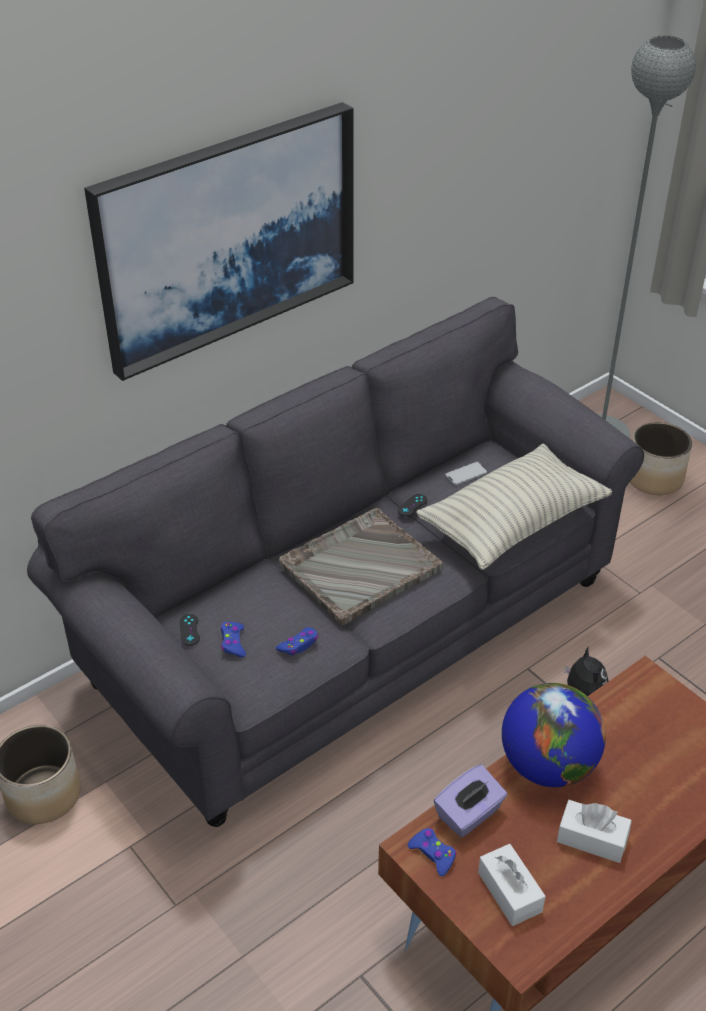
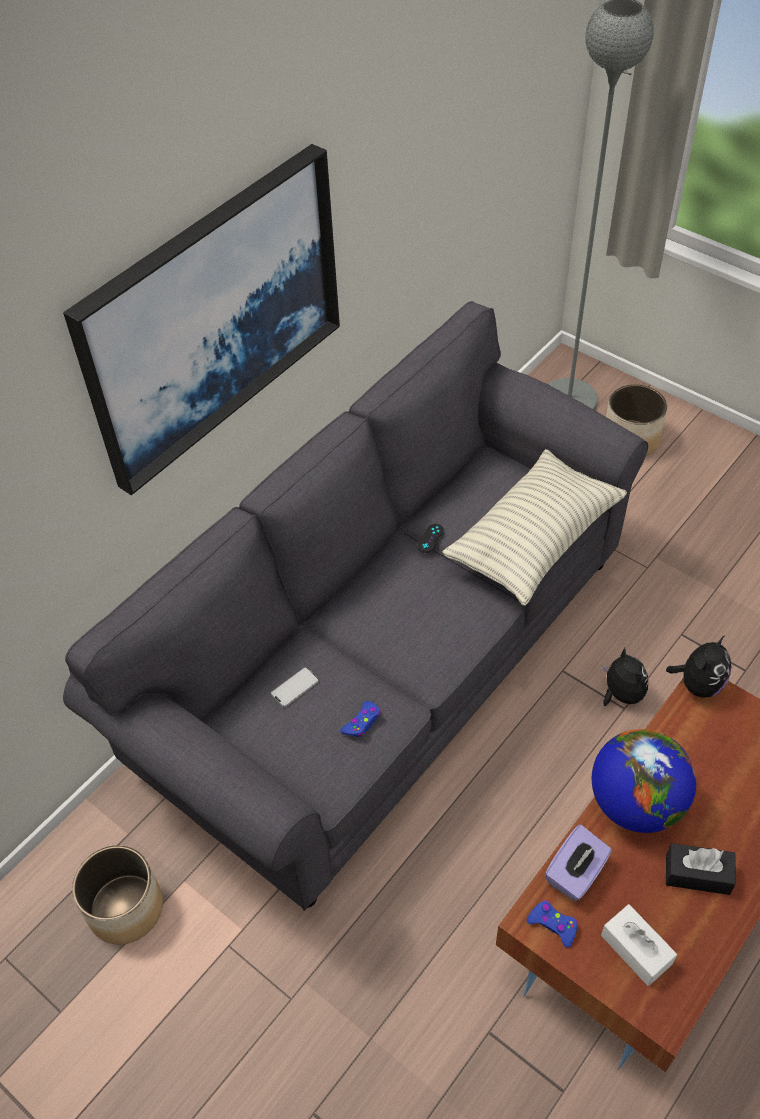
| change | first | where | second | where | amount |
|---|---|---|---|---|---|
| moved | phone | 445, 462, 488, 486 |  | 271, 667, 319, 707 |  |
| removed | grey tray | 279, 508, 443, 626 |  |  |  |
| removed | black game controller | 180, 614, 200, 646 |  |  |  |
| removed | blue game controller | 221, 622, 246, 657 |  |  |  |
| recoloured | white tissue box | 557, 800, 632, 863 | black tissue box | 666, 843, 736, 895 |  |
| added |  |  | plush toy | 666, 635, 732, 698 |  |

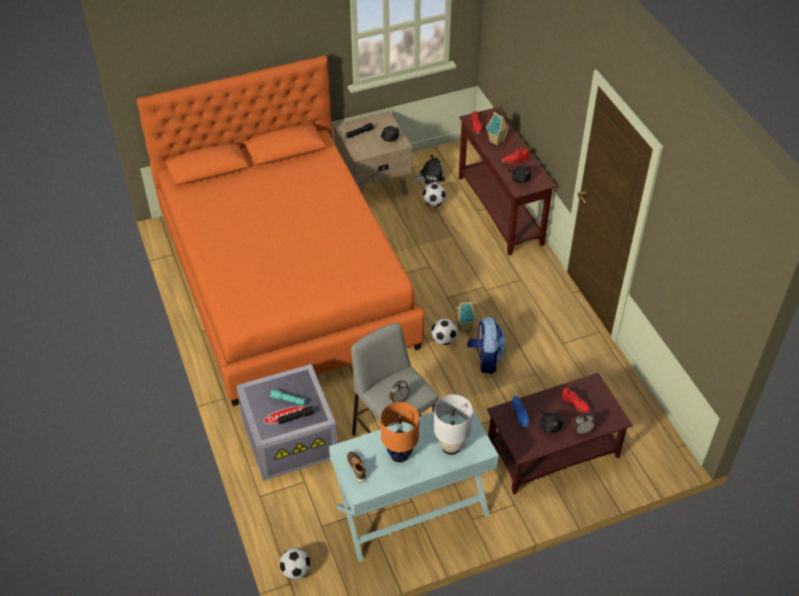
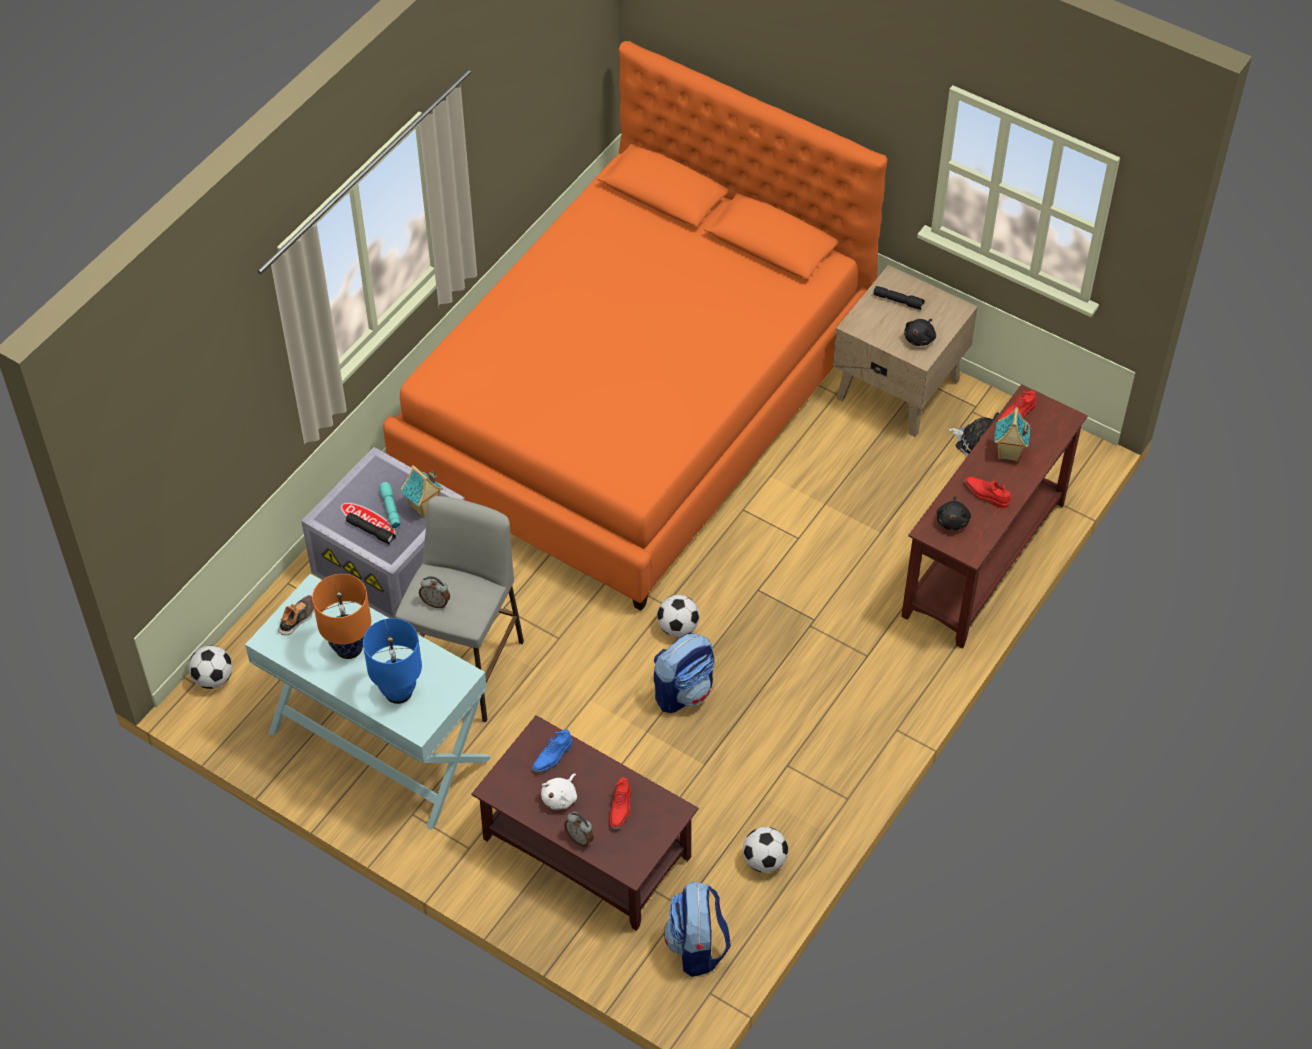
| change | first | where | second | where | amount |
|---|---|---|---|---|---|
| moved | football | 423, 183, 446, 207 |  | 743, 827, 788, 873 |  |
| moved | toy house | 455, 298, 476, 331 |  | 401, 465, 443, 518 |  |
| recoloured | white table lamp | 434, 394, 473, 455 | blue table lamp | 363, 618, 422, 704 |  |
| recoloured | black plush toy | 539, 410, 563, 433 | white plush toy | 541, 773, 577, 810 |  |
| added |  |  | backpack | 664, 882, 731, 977 |  |

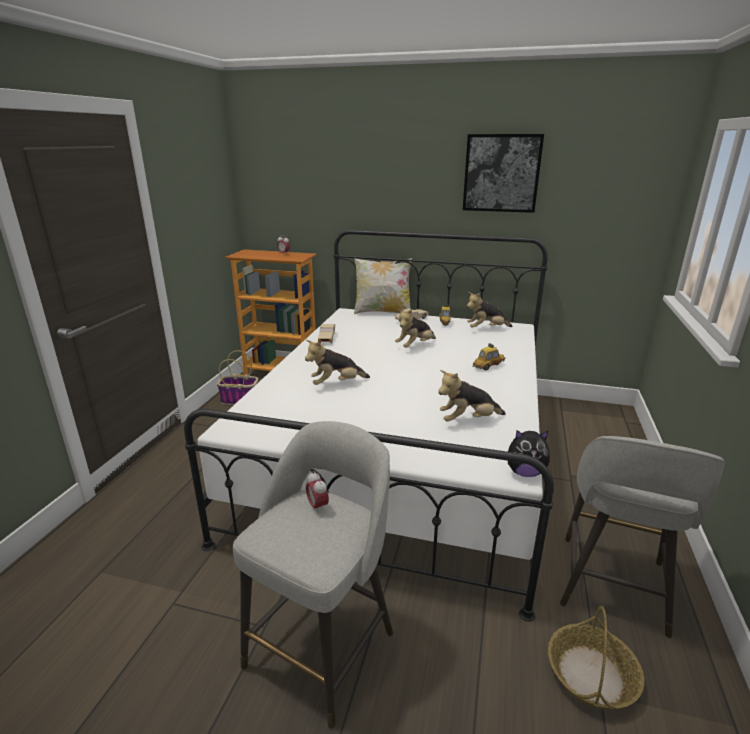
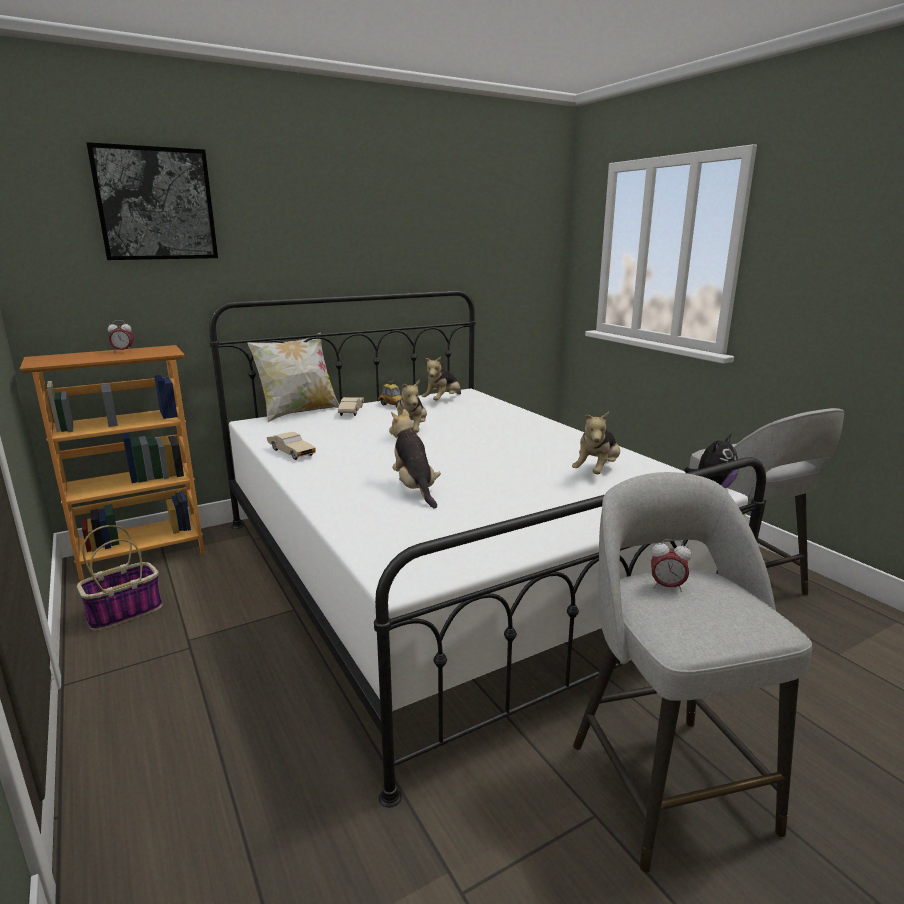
| change | first | where | second | where | amount |
|---|---|---|---|---|---|
| moved | picture | 463, 134, 544, 213 |  | 86, 142, 218, 260 |  |
| turned | plush toy | 305, 340, 370, 385 |  | 389, 409, 441, 508 | 135 degrees clockwise |
| removed | toy car | 472, 343, 505, 370 |  |  |  |
| removed | basket | 548, 606, 644, 709 |  |  |  |

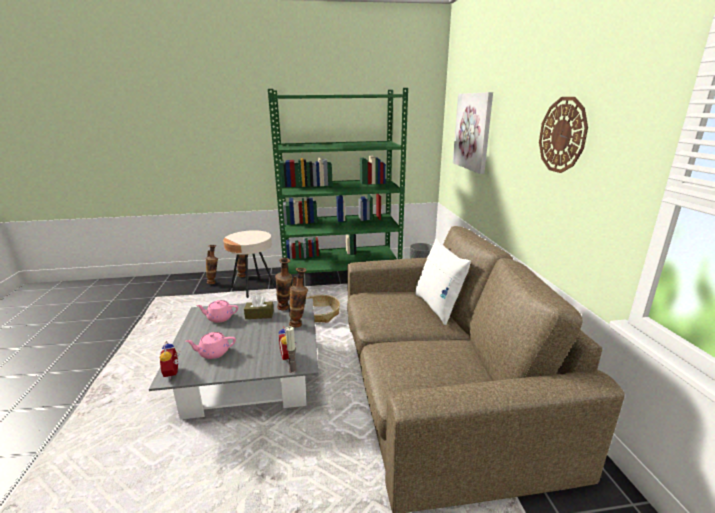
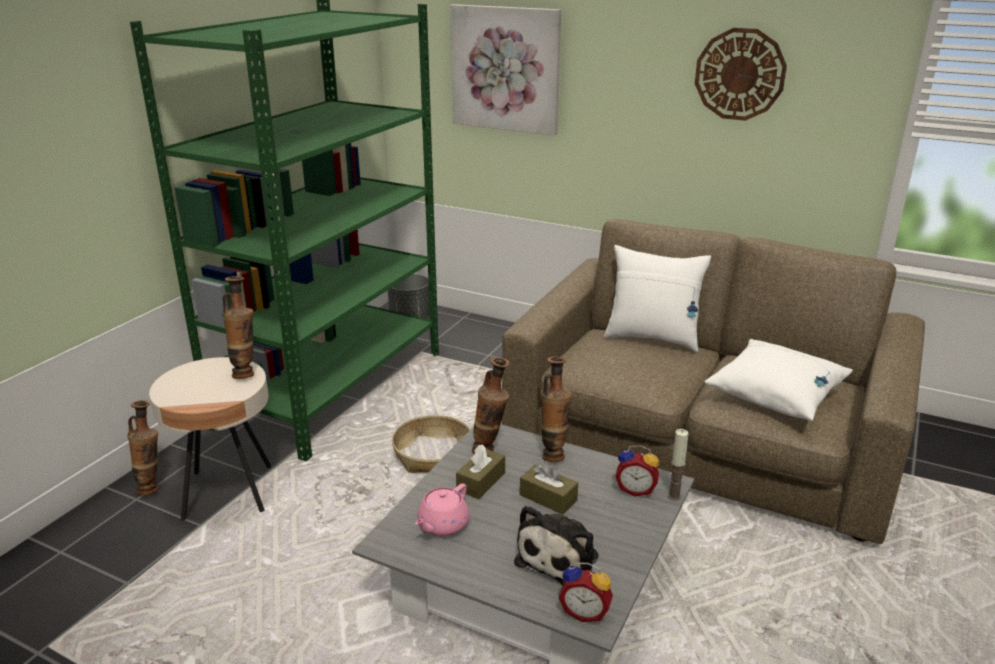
| change | first | where | second | where | amount |
|---|---|---|---|---|---|
| moved | vase | 206, 245, 218, 284 |  | 222, 276, 254, 379 |  |
| replaced | pink teapot | 186, 332, 236, 359 | plush toy | 514, 505, 599, 585 |  |
| added |  |  | white pillow | 704, 339, 853, 421 |  |
| added |  |  | brown tissue box | 520, 462, 578, 515 |  |

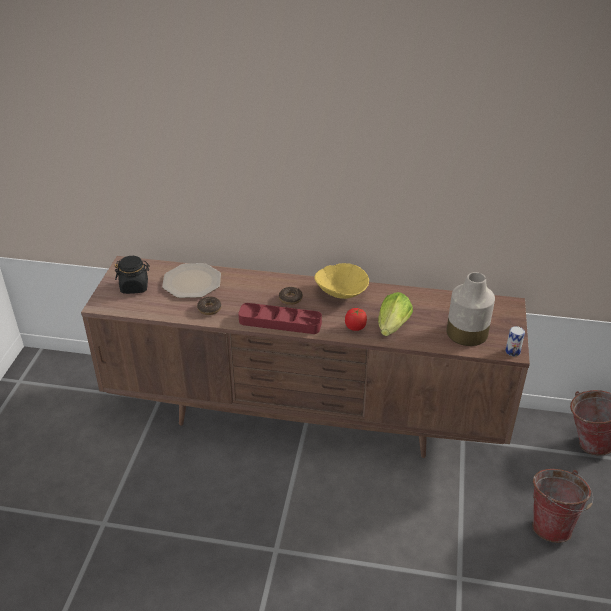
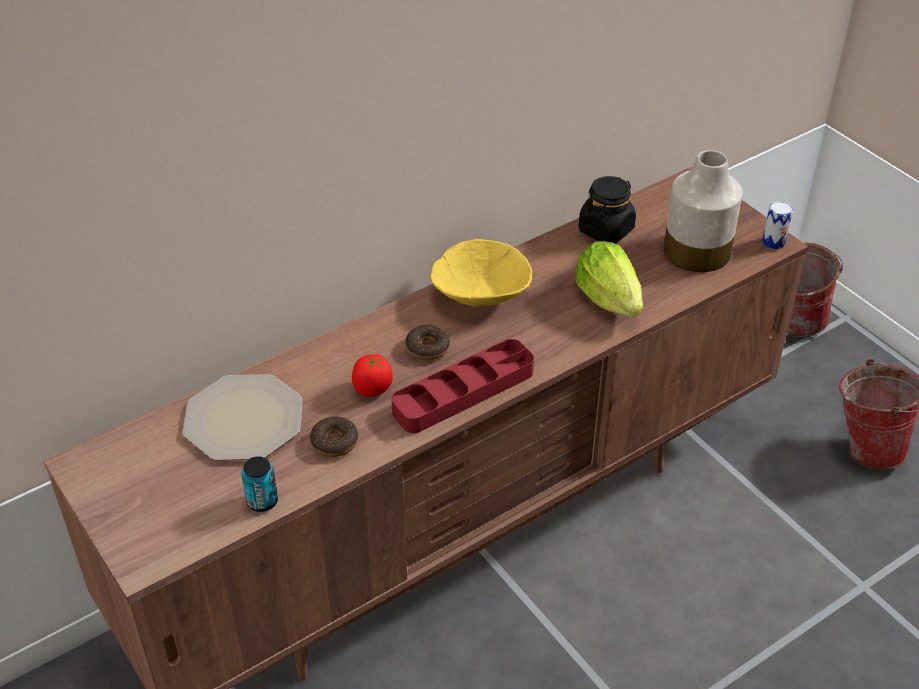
| change | first | where | second | where | amount |
|---|---|---|---|---|---|
| moved | black jar | 115, 256, 150, 294 |  | 579, 176, 636, 244 |  |
| moved | tomato | 345, 308, 367, 331 |  | 352, 354, 393, 397 |  |
| added |  |  | can | 242, 456, 278, 512 |  |

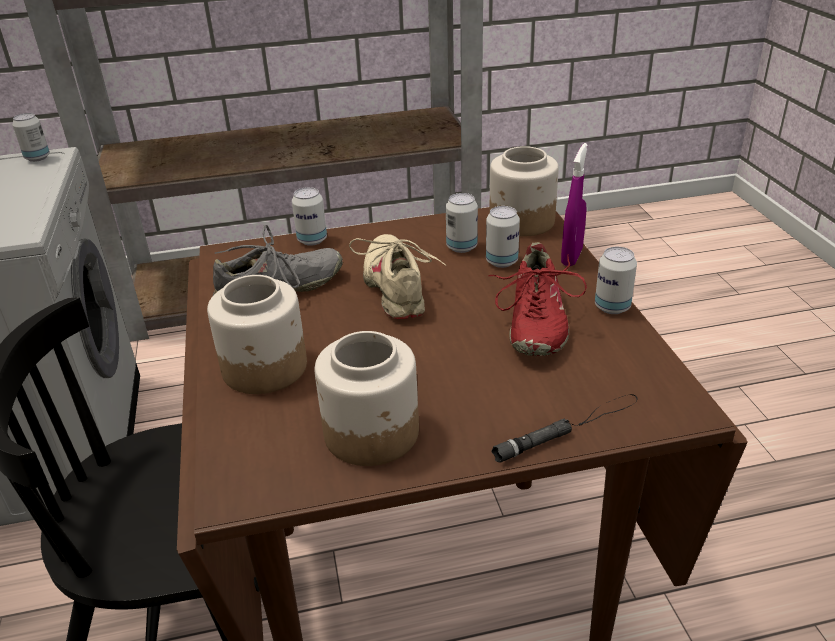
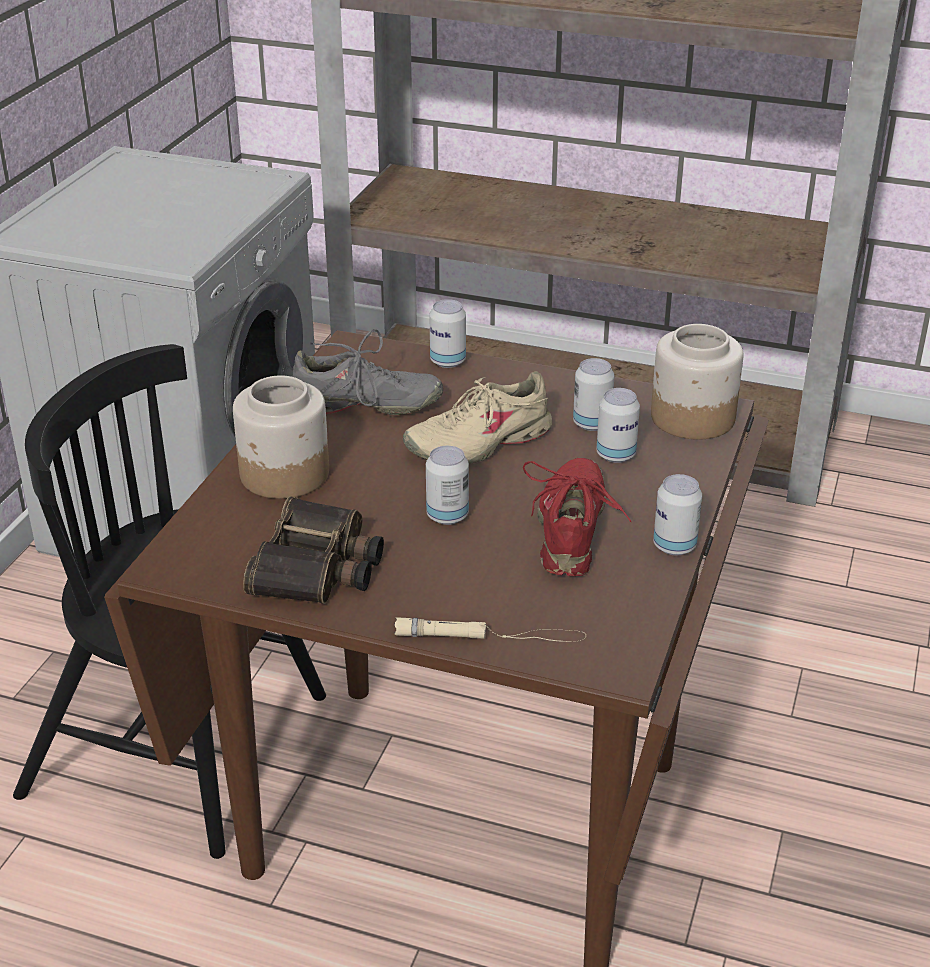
| change | first | where | second | where | amount |
|---|---|---|---|---|---|
| moved | can | 12, 113, 50, 162 |  | 426, 446, 469, 525 |  |
| removed | purple spray bottle | 561, 143, 588, 266 |  |  |  |
| turned | beige shoe | 349, 234, 446, 319 |  | 403, 371, 552, 464 | 135 degrees counterclockwise |
| turned | red shoe | 489, 242, 587, 356 |  | 523, 458, 631, 576 | 150 degrees clockwise |
| replaced | jar | 315, 331, 419, 466 | binoculars | 243, 496, 384, 604 |  |
| recoloured | black flashlight | 492, 394, 637, 463 | beige flashlight | 394, 617, 586, 642 |  |

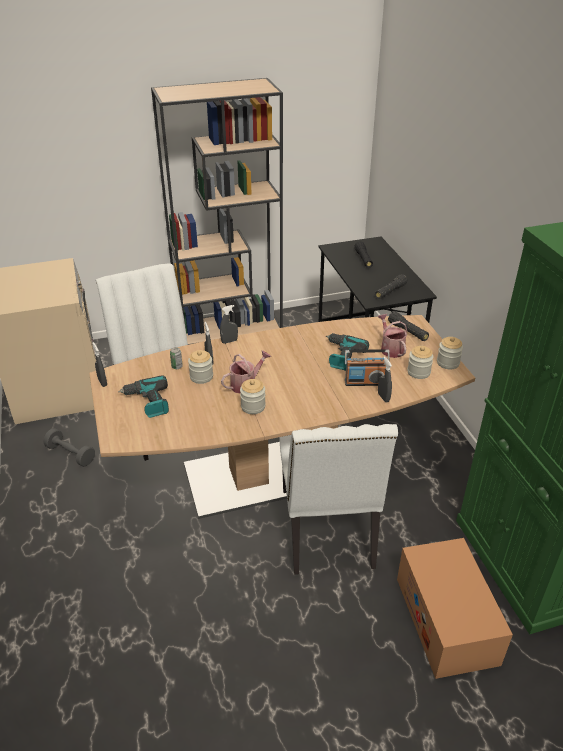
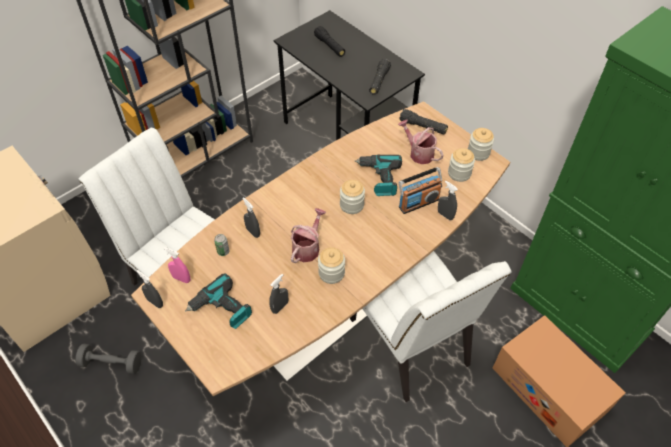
| change | first | where | second | where | amount |
|---|---|---|---|---|---|
| moved | grey spray bottle | 220, 305, 238, 344 |  | 269, 274, 288, 314 |  |
| moved | jar | 188, 350, 213, 384 |  | 340, 180, 365, 214 |  |
| added |  |  | pink spray bottle | 164, 247, 190, 283 |  |

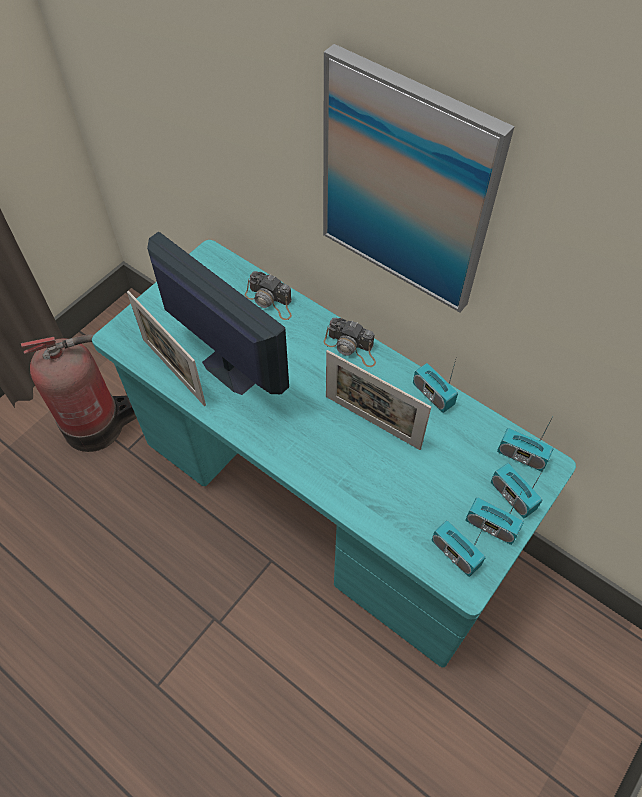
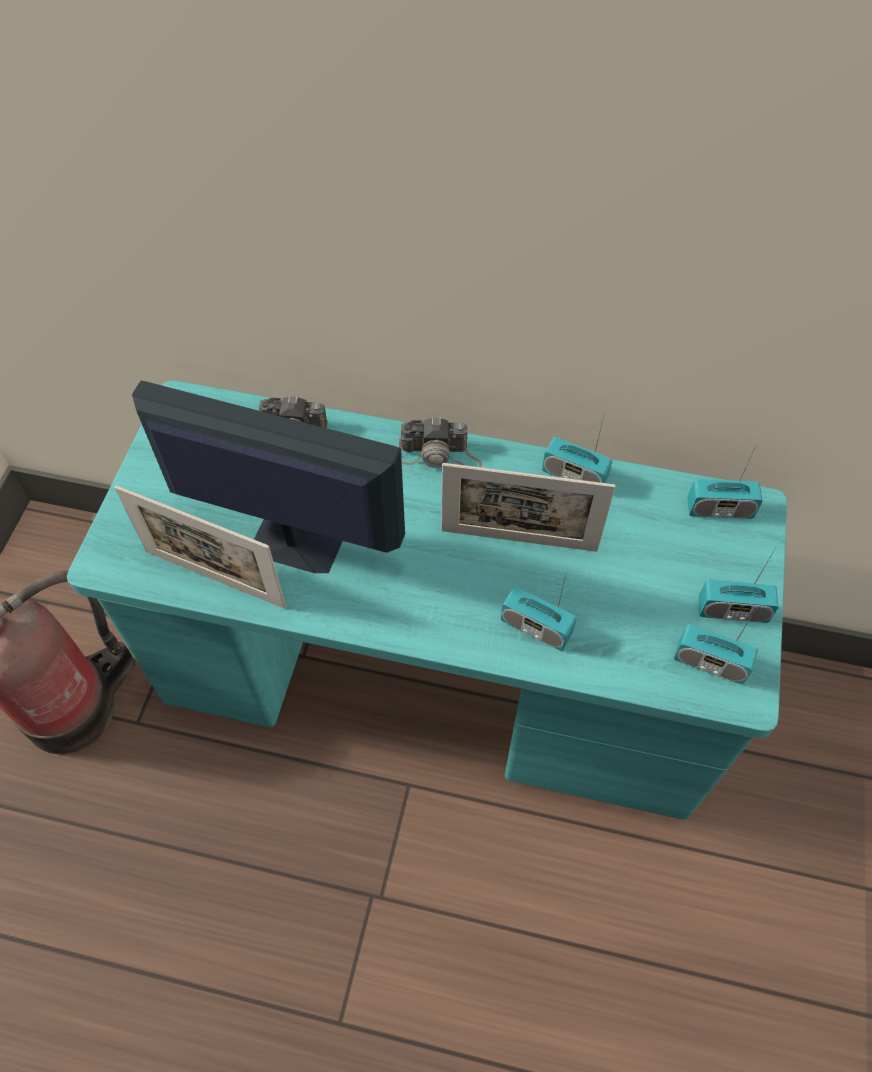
| change | first | where | second | where | amount |
|---|---|---|---|---|---|
| removed | picture | 323, 44, 515, 312 |  |  |  |
| moved | radio | 491, 463, 546, 519 |  | 501, 575, 577, 651 |  |

